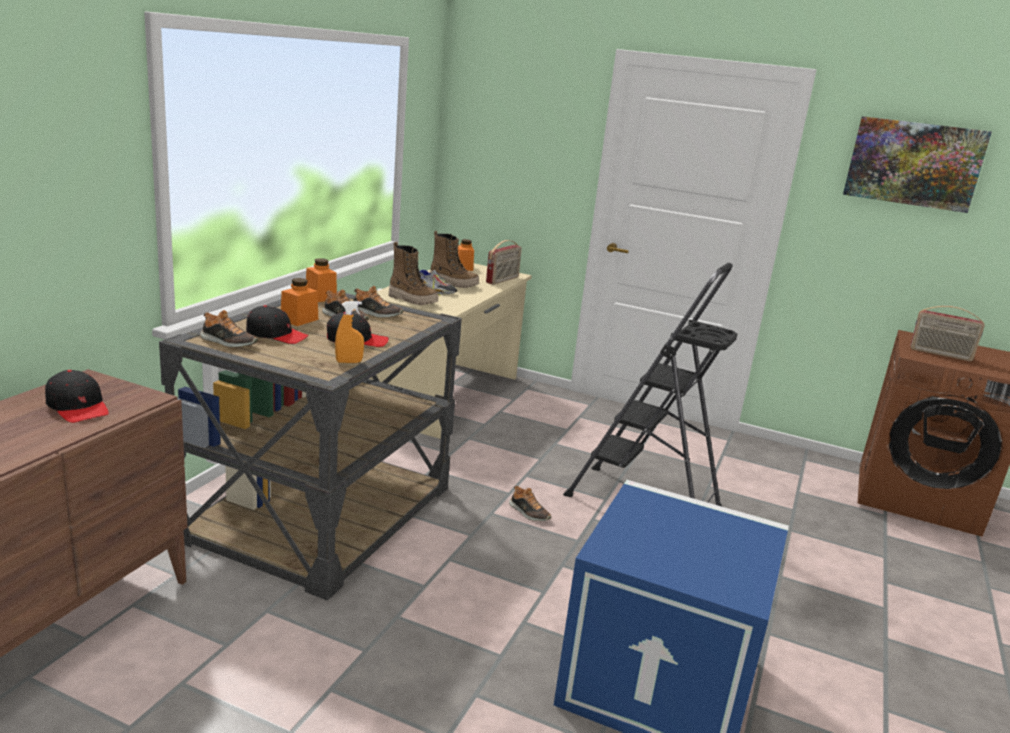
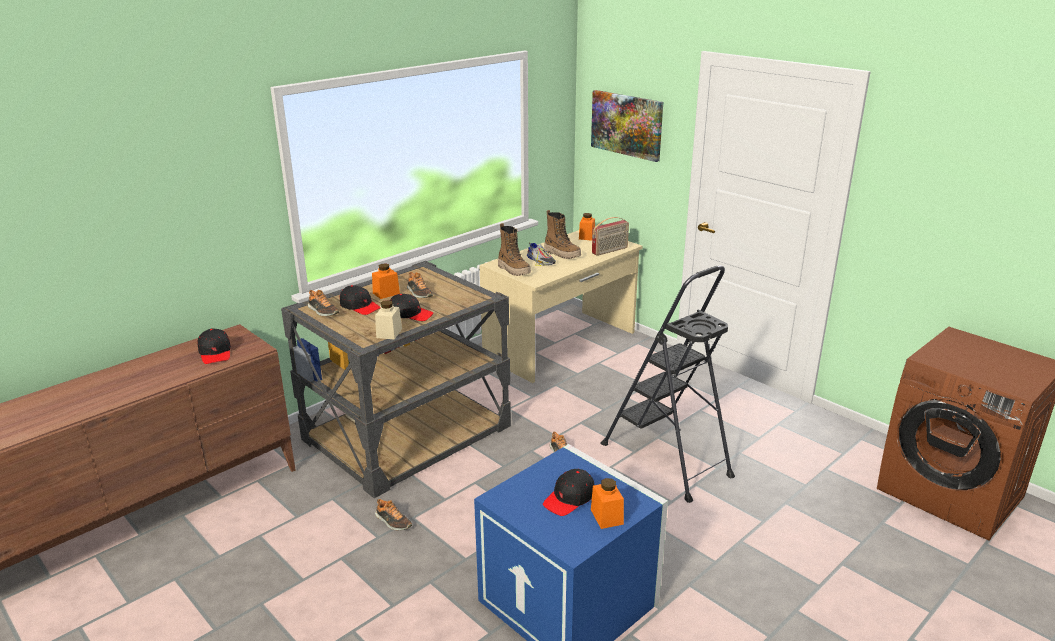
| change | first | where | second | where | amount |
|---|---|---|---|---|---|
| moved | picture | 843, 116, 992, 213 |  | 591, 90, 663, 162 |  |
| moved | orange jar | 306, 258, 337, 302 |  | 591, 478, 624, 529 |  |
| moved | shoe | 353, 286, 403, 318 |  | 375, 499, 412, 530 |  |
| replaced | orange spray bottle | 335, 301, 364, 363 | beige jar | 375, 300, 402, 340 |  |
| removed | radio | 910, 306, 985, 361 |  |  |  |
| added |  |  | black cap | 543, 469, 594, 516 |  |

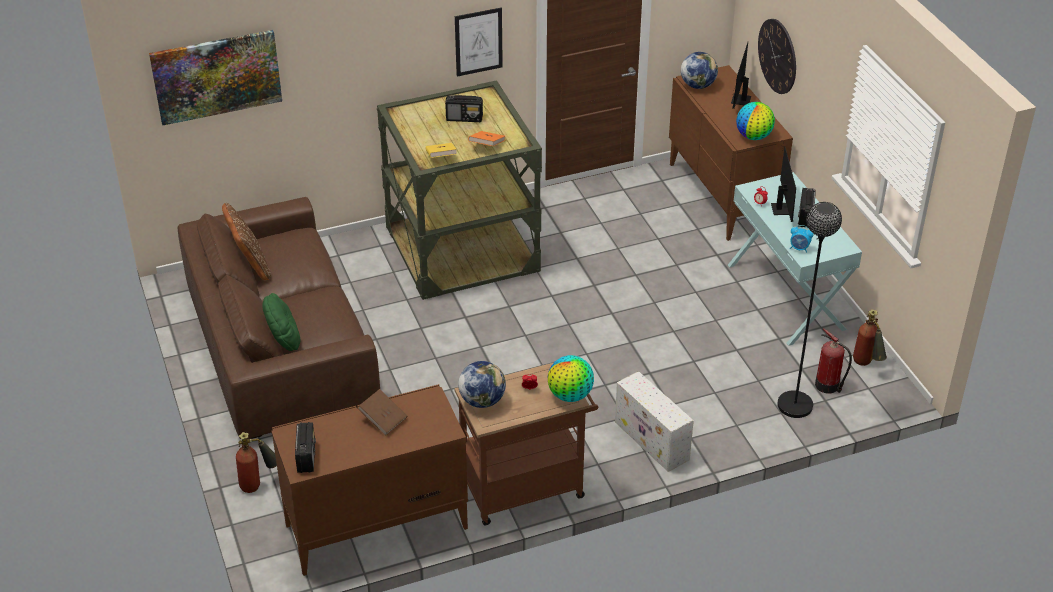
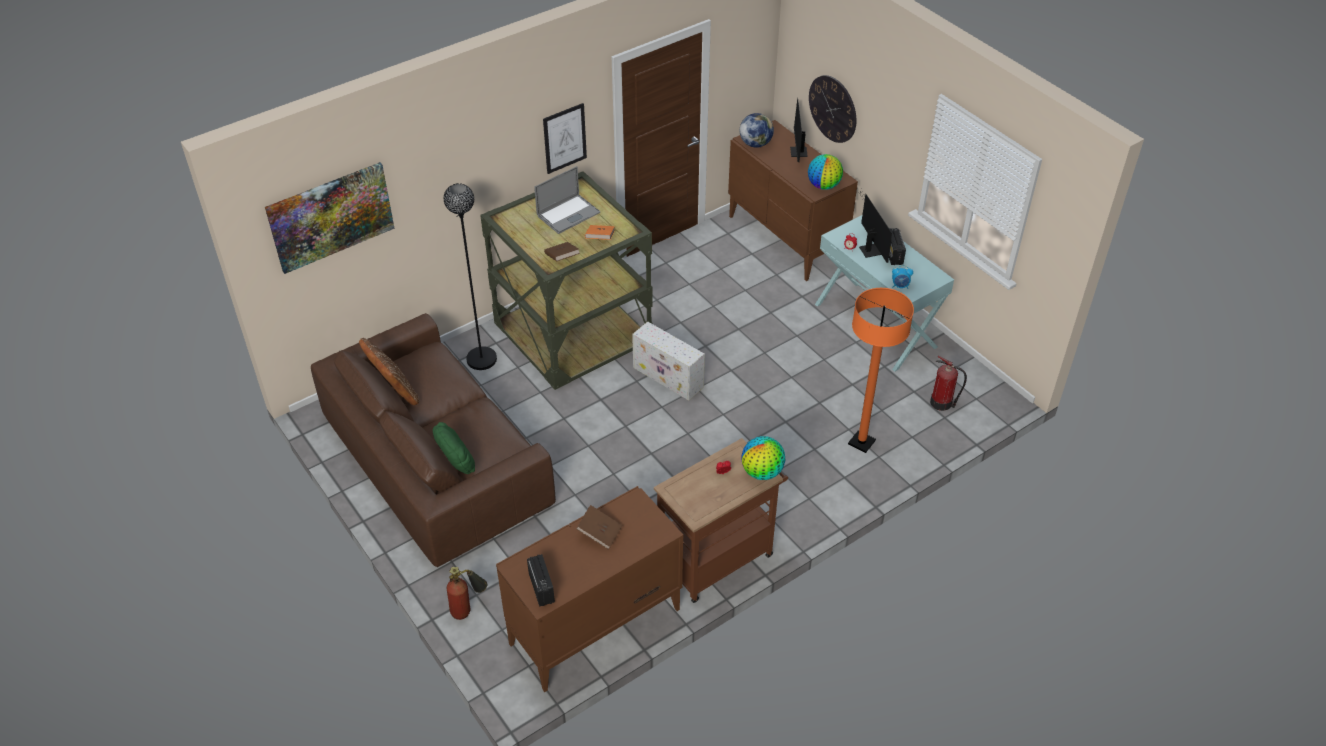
| change | first | where | second | where | amount |
|---|---|---|---|---|---|
| replaced | radio | 445, 95, 483, 122 | laptop | 534, 166, 600, 234 |  |
| recoloured | yellow book | 425, 143, 457, 158 | brown book | 544, 242, 580, 261 |  |
| moved | black floor lamp | 777, 202, 842, 418 |  | 444, 183, 497, 370 |  |
| removed | fire extinguisher | 853, 309, 887, 366 |  |  |  |
| removed | globe | 458, 361, 506, 408 |  |  |  |
| moved | white storage box | 615, 371, 694, 472 |  | 632, 321, 705, 400 |  |
| added |  |  | orange floor lamp | 848, 288, 914, 453 |  |

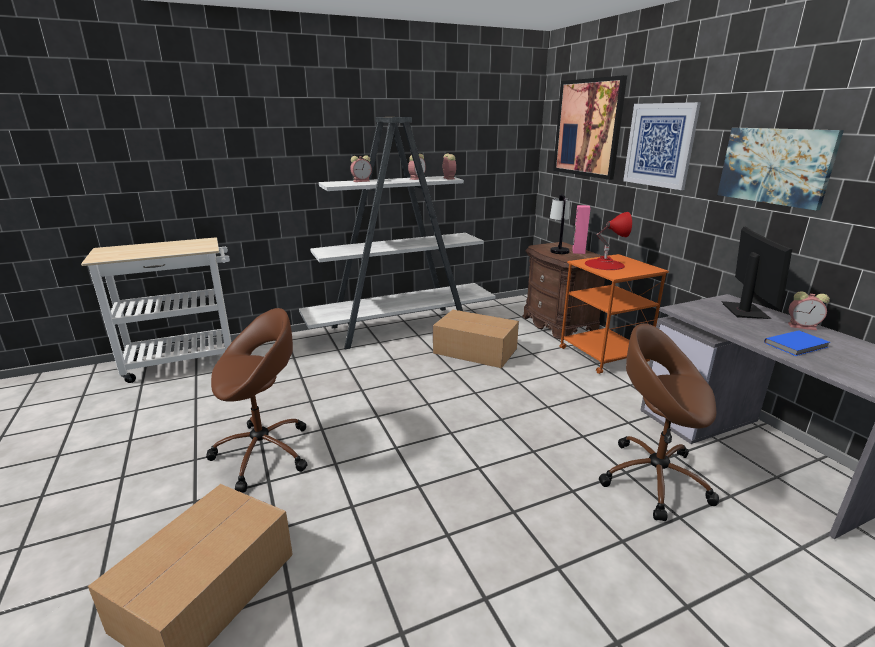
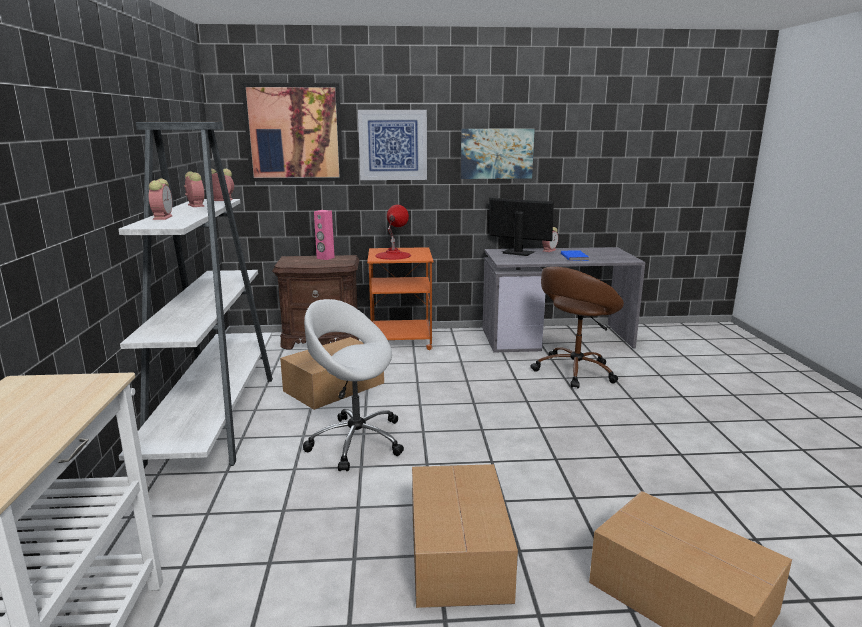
| change | first | where | second | where | amount |
|---|---|---|---|---|---|
| removed | table lamp | 550, 193, 570, 254 |  |  |  |
| replaced | brown office chair | 206, 308, 308, 492 | cardboard box | 412, 464, 518, 608 |  |
| added |  |  | white office chair | 303, 299, 404, 471 |  |

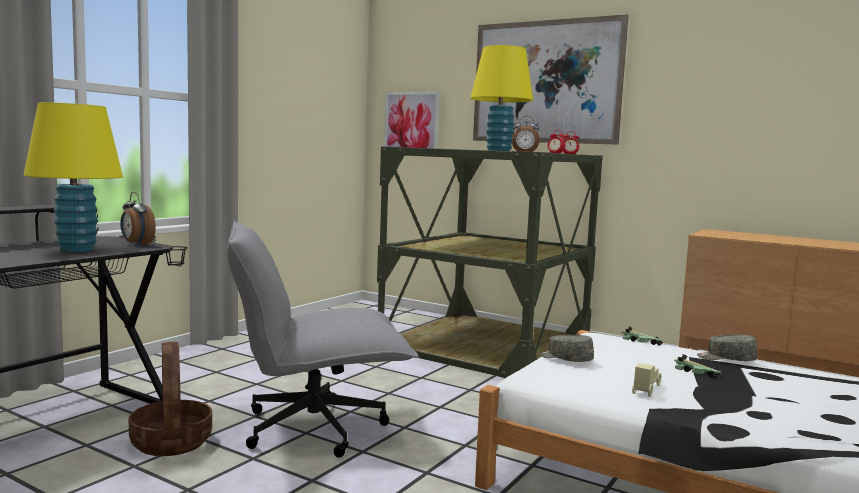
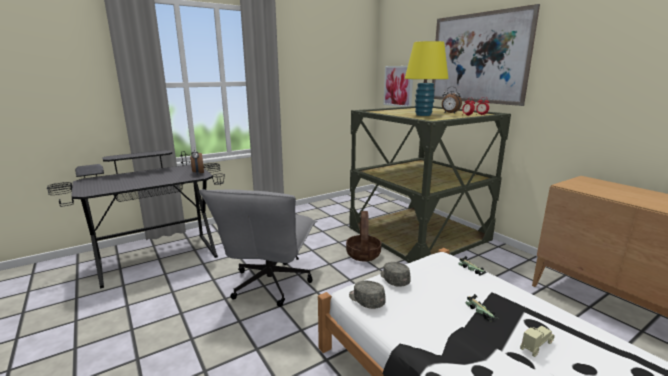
| change | first | where | second | where | amount |
|---|---|---|---|---|---|
| removed | yellow table lamp | 24, 102, 123, 252 |  |  |  |
| turned | grey office chair | 227, 220, 419, 458 |  | 199, 189, 317, 307 | 90 degrees counterclockwise |
| moved | grey cap | 697, 334, 757, 361 |  | 349, 281, 386, 309 |  |
| moved | basket | 129, 342, 212, 456 |  | 346, 211, 381, 261 |  |
| moved | beige toy car | 632, 363, 661, 397 |  | 520, 326, 555, 357 |  |

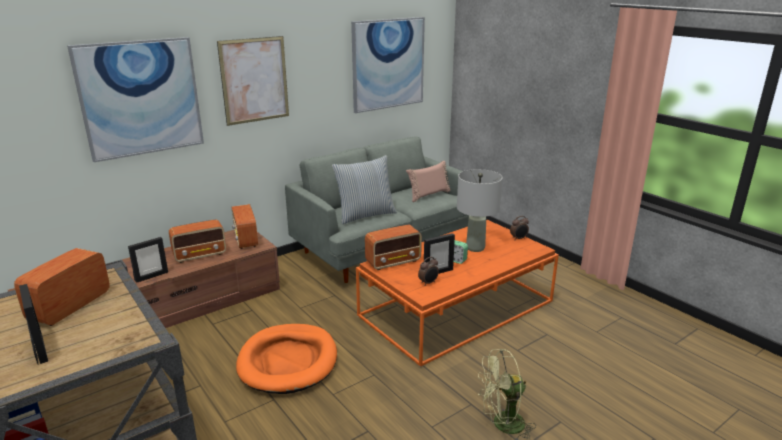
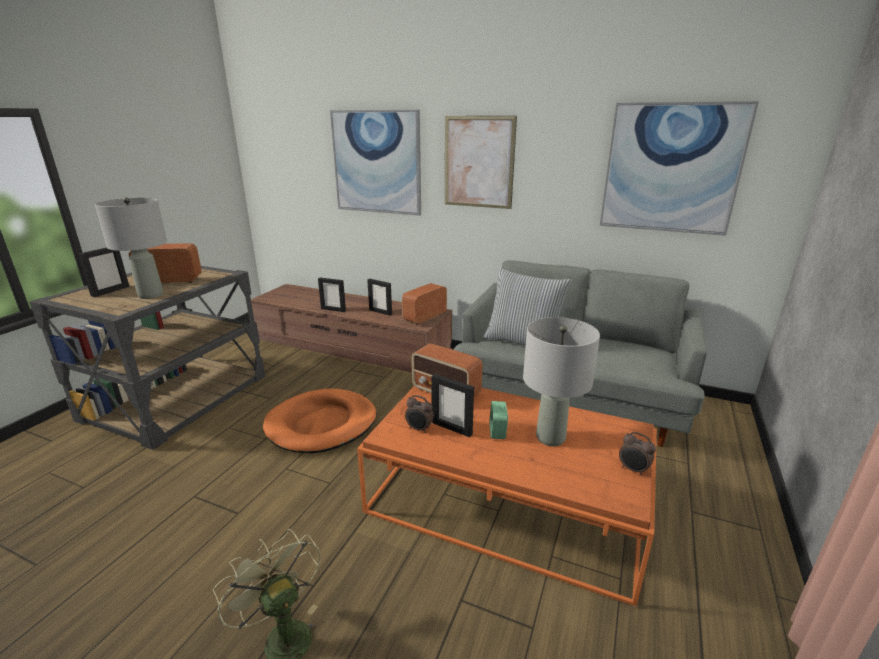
| change | first | where | second | where | amount |
|---|---|---|---|---|---|
| removed | beige pillow | 406, 161, 451, 202 |  |  |  |
| replaced | radio | 169, 220, 226, 263 | picture frame | 367, 279, 392, 316 |  |
| added |  |  | grey table lamp | 95, 197, 167, 299 |  |

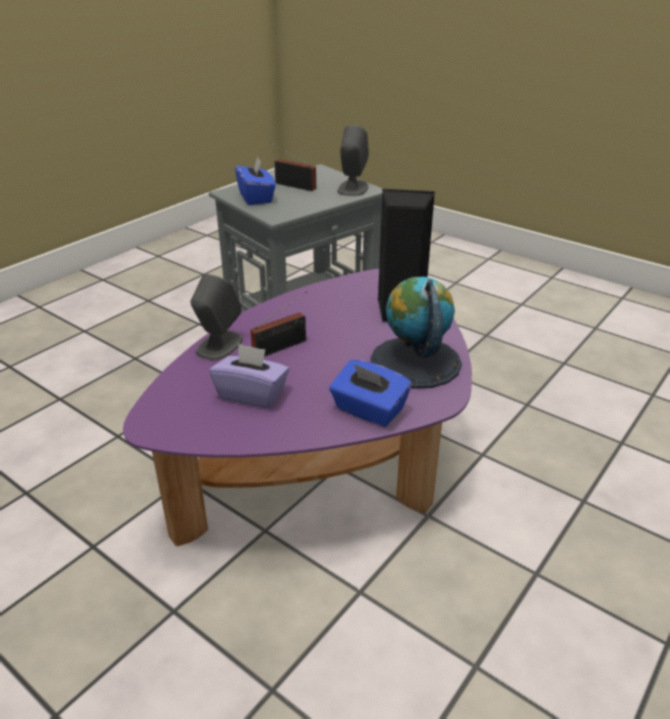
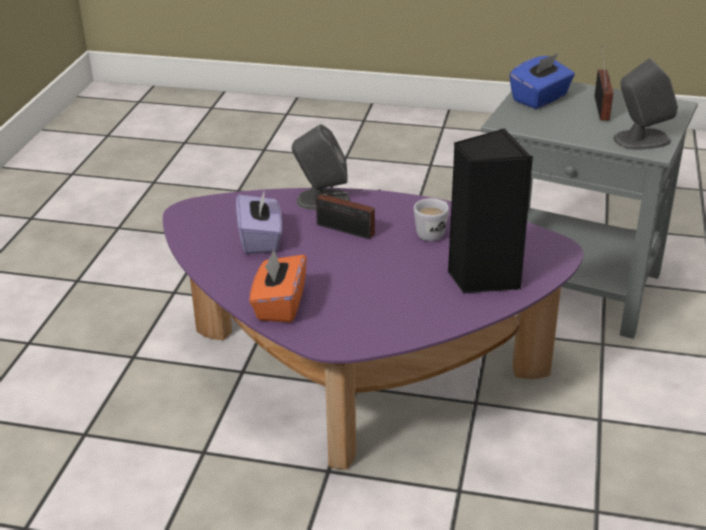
| change | first | where | second | where | amount |
|---|---|---|---|---|---|
| removed | globe | 371, 277, 462, 389 |  |  |  |
| recoloured | blue tissue box | 329, 360, 412, 427 | orange tissue box | 249, 249, 307, 323 |  |
| added |  |  | white mug | 414, 198, 449, 241 |  |

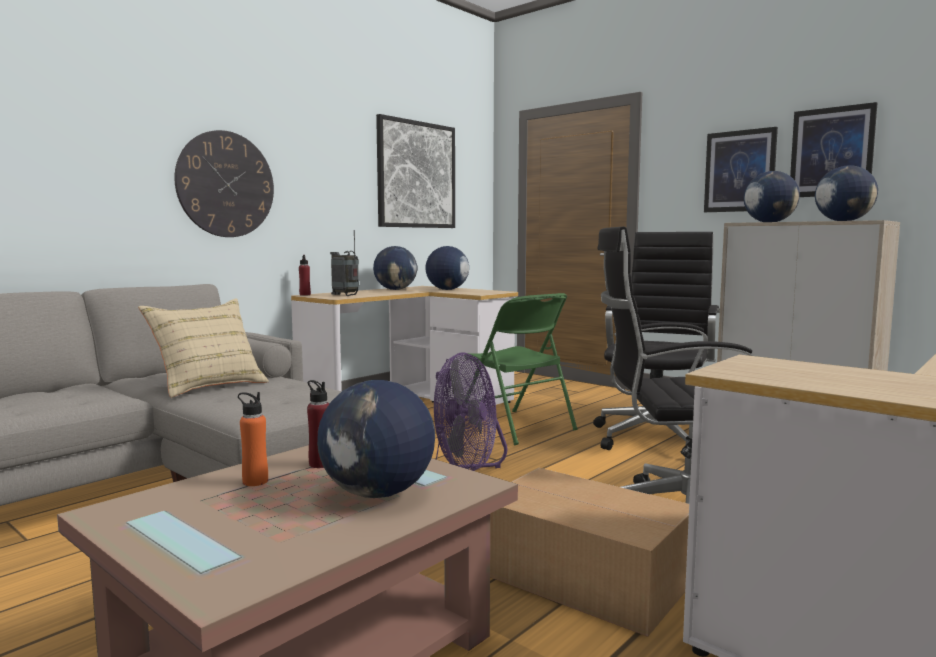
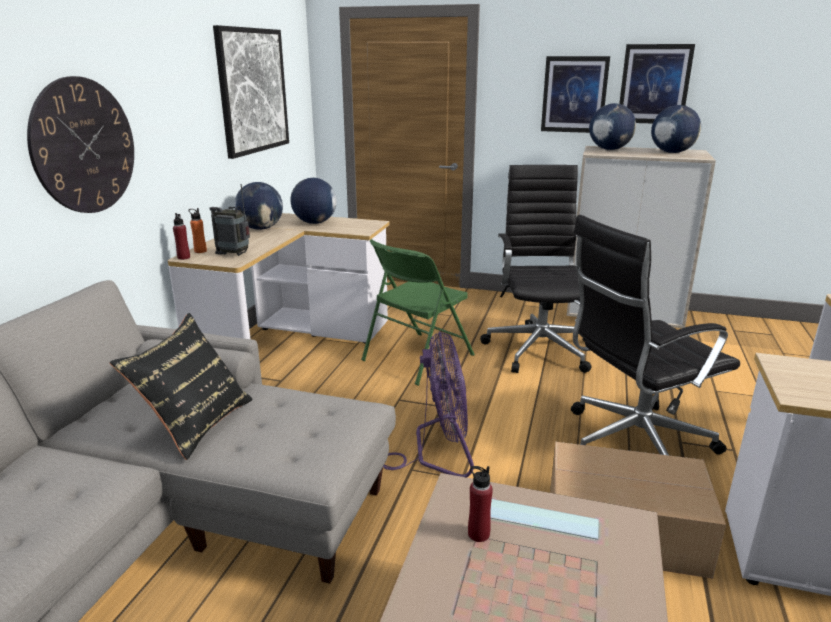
| change | first | where | second | where | amount |
|---|---|---|---|---|---|
| turned | green chair | 465, 293, 578, 445 |  | 361, 239, 475, 386 | 105 degrees clockwise |
| recoloured | beige pillow | 138, 299, 269, 398 | black pillow | 109, 313, 253, 460 |  |
| removed | globe | 317, 380, 435, 498 |  |  |  |
| moved | orange bottle | 238, 392, 268, 486 |  | 188, 208, 207, 253 |  |

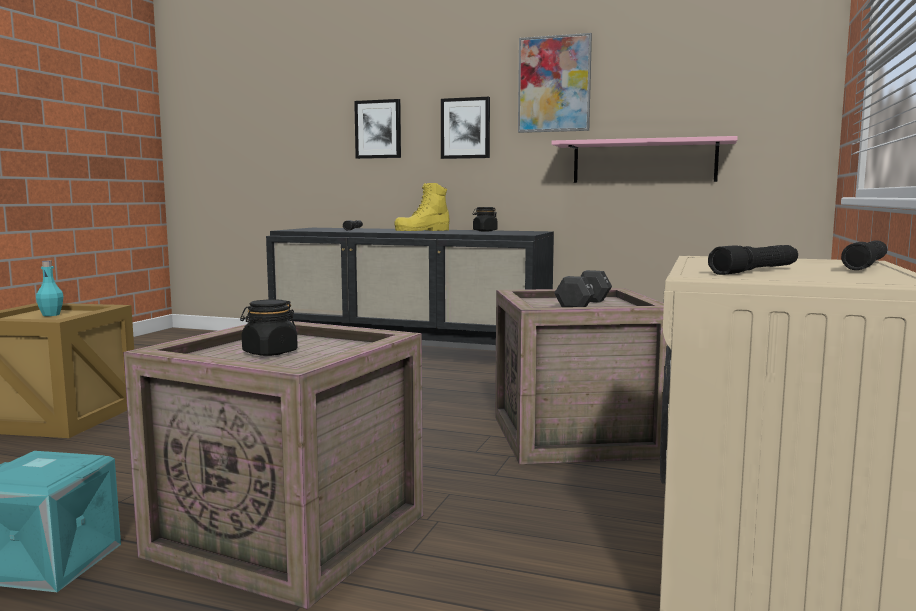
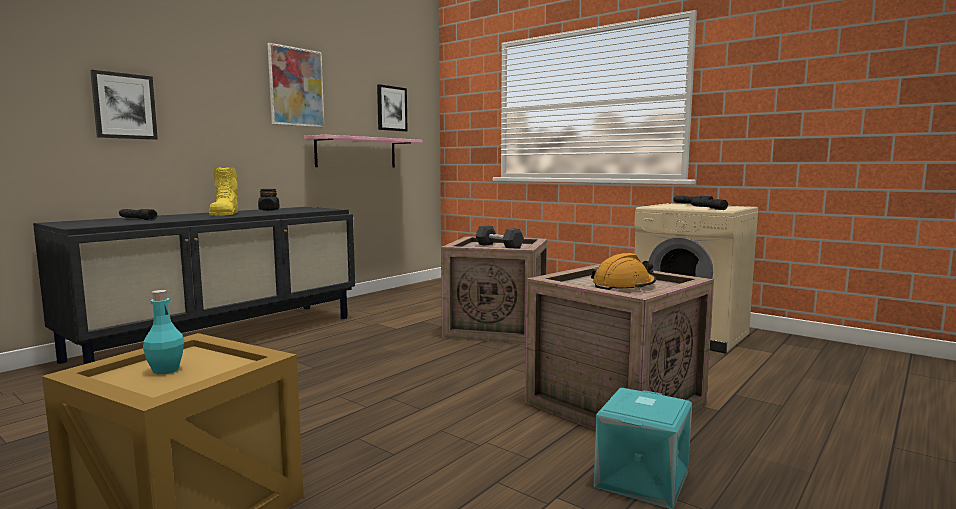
| change | first | where | second | where | amount |
|---|---|---|---|---|---|
| moved | picture | 441, 97, 490, 159 |  | 377, 84, 408, 132 |  |
| replaced | black jar | 240, 299, 298, 356 | orange hard hat | 591, 253, 656, 290 |  |

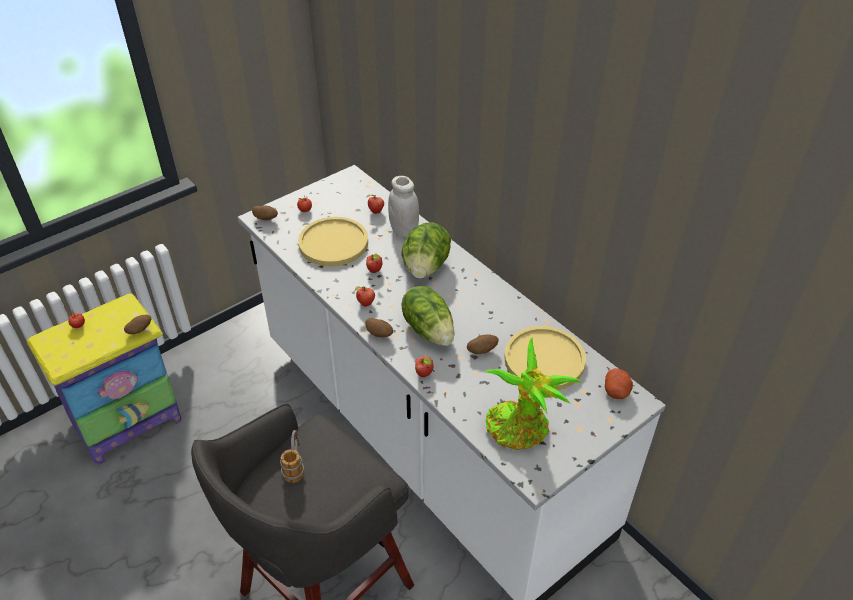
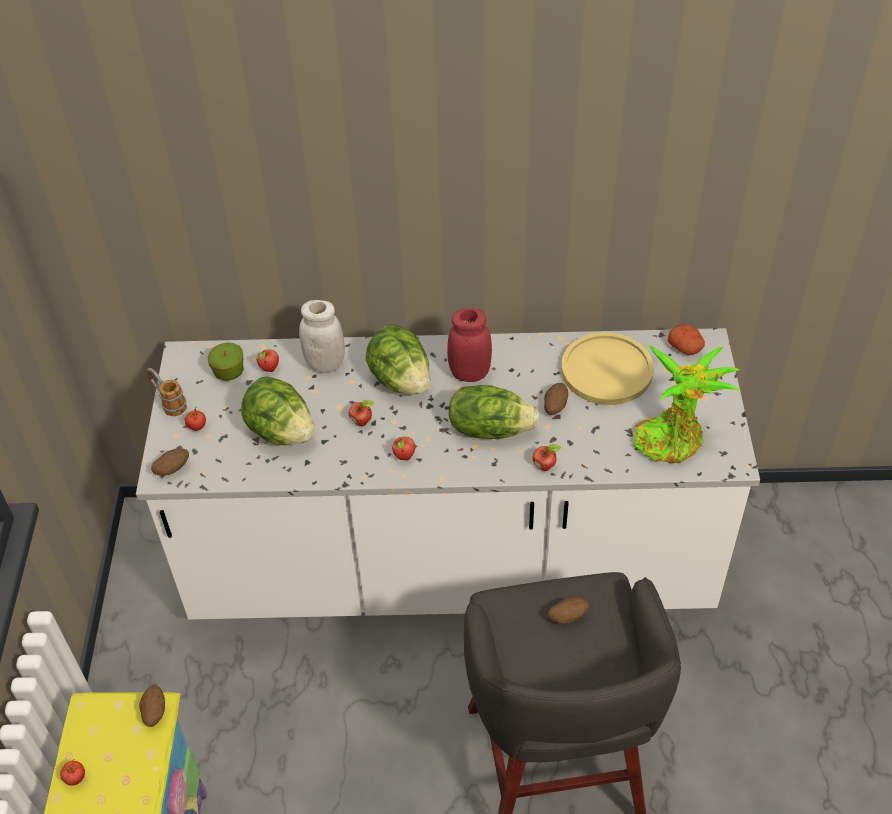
| change | first | where | second | where | amount |
|---|---|---|---|---|---|
| replaced | yellow plate | 298, 217, 368, 266 | lettuce | 241, 376, 315, 445 |  |
| moved | potato | 365, 318, 393, 337 |  | 548, 597, 589, 624 |  |
| moved | mug | 280, 430, 304, 483 |  | 146, 368, 187, 416 |  |
| added |  |  | red jar | 447, 309, 492, 382 |  |
| added |  |  | apple | 208, 342, 244, 381 |  |

